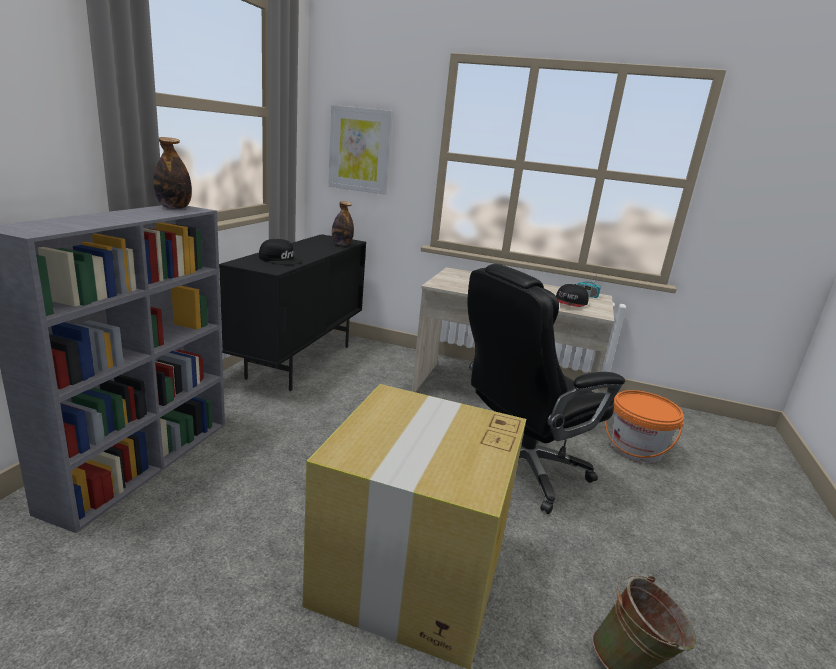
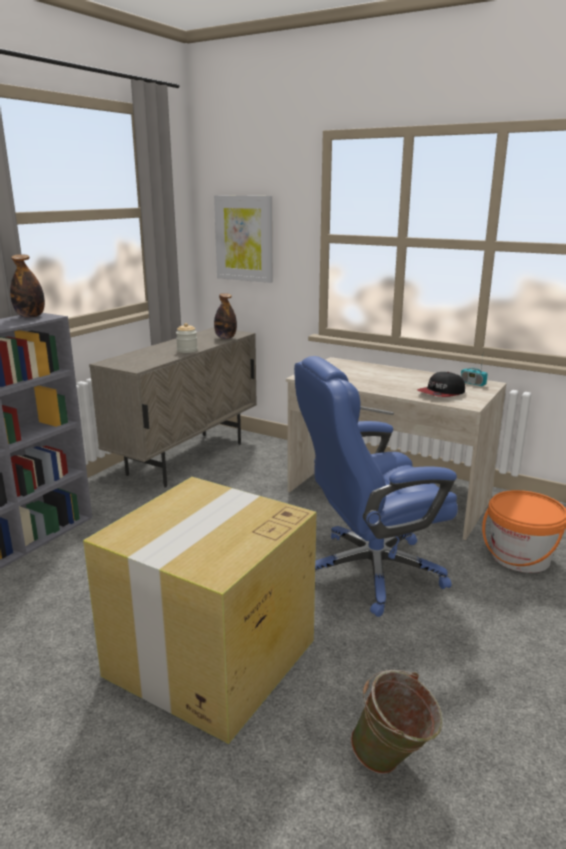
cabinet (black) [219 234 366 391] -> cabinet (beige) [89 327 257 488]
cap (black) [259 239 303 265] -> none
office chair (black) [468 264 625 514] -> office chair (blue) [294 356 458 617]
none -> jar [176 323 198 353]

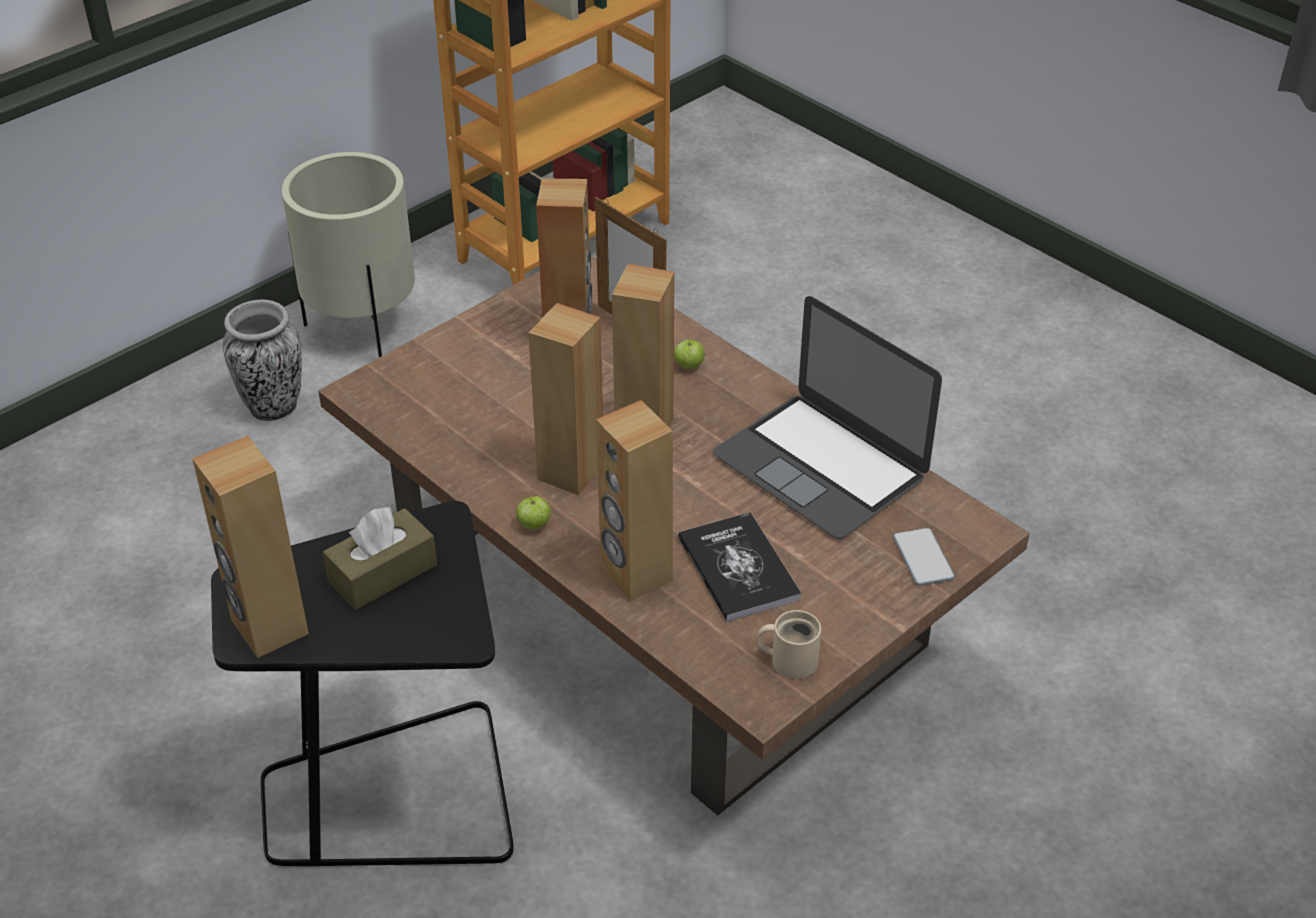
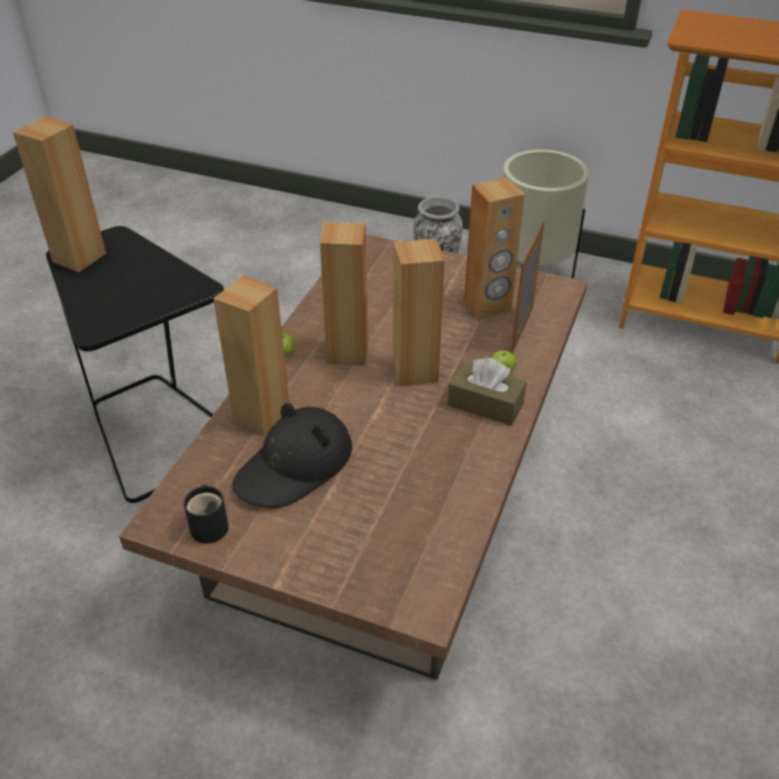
laptop [713 296 942 539] -> none
tissue box (brown) [323 506 437 610] -> tissue box (brown) [448 358 527 426], shifted
book [678 512 801 622] -> hat (black) [233 403 352 508]
phone [893 528 955 586] -> none
mug (beige) [757 610 821 679] -> mug (black) [184 485 229 544]

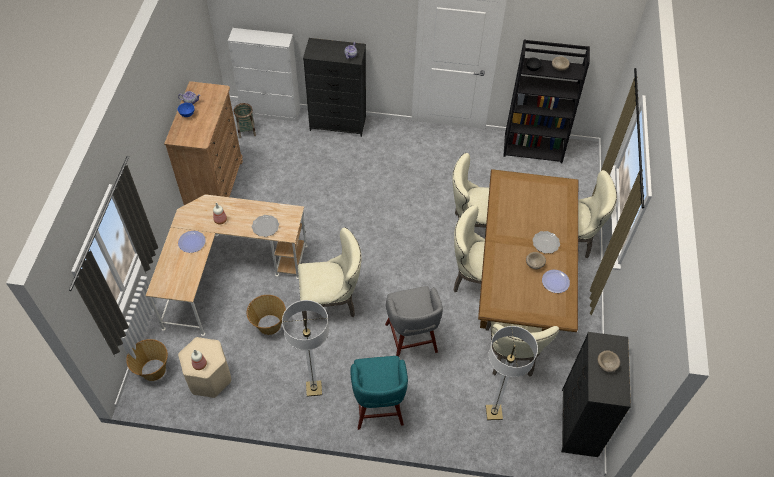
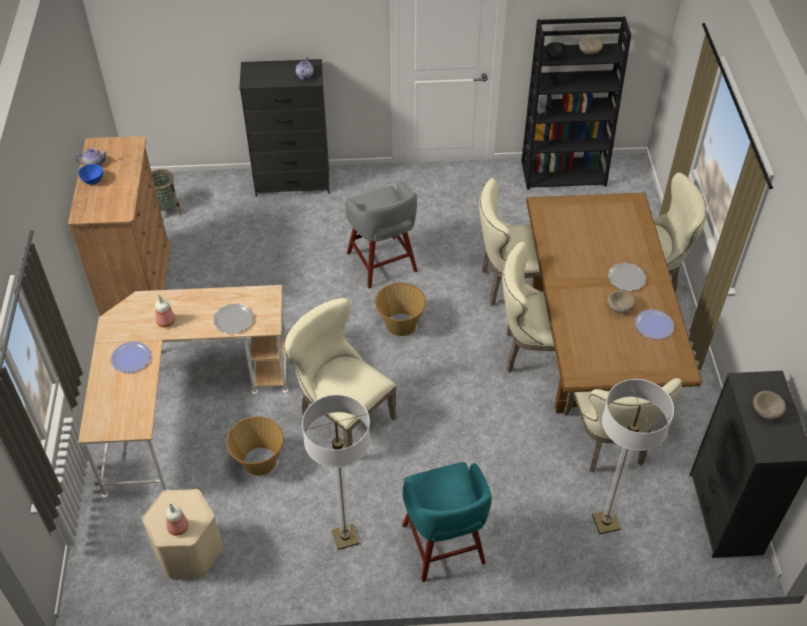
cabinet (white) [228 28 300 122] -> none
chair (beige) [298 228 362 326] -> chair (beige) [283 298 396 448], 120 degrees counterclockwise
stool (grey) [385 286 443 356] -> stool (grey) [345 181 418 288], shifted
basket [126 339 168 381] -> basket [375 283 426 336], shifted

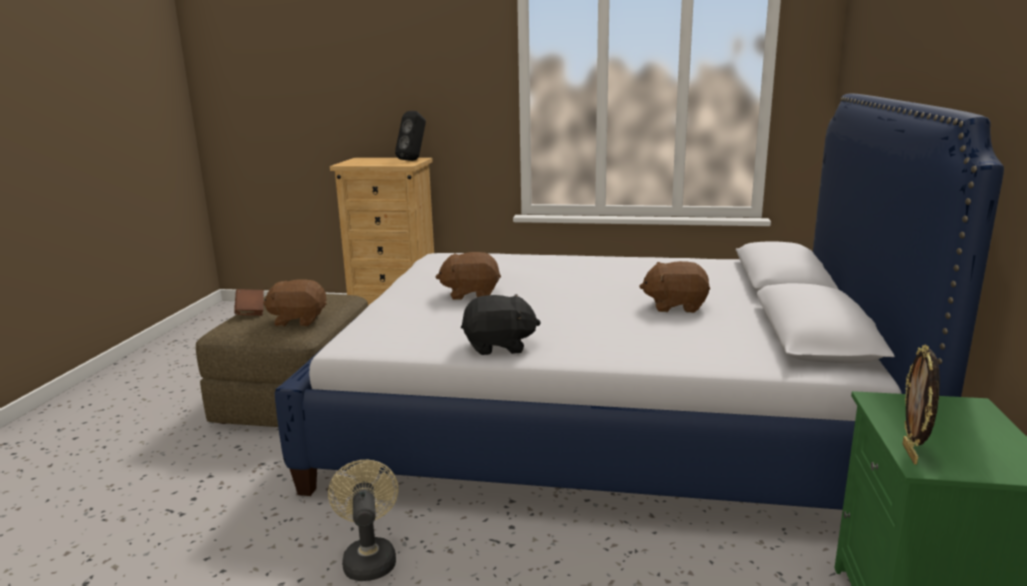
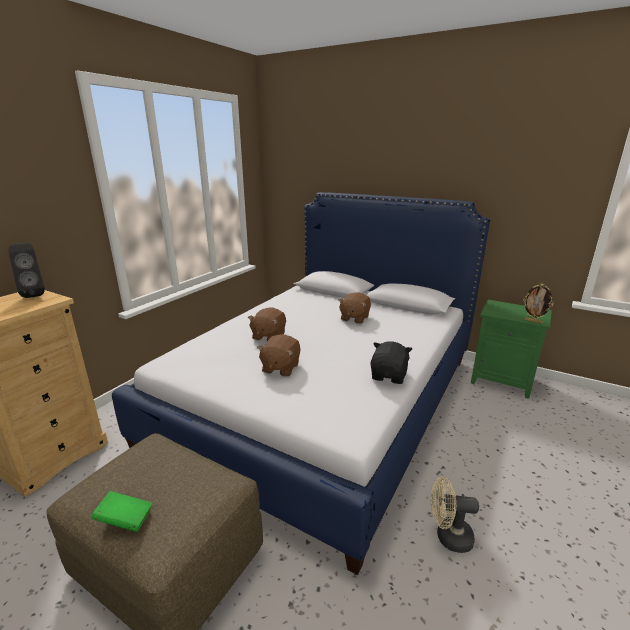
plush toy (brown) [263 279 326 326] -> plush toy (brown) [248 307 286 341], shifted
book (brown) [234 289 264 316] -> book (green) [91 491 152 532]

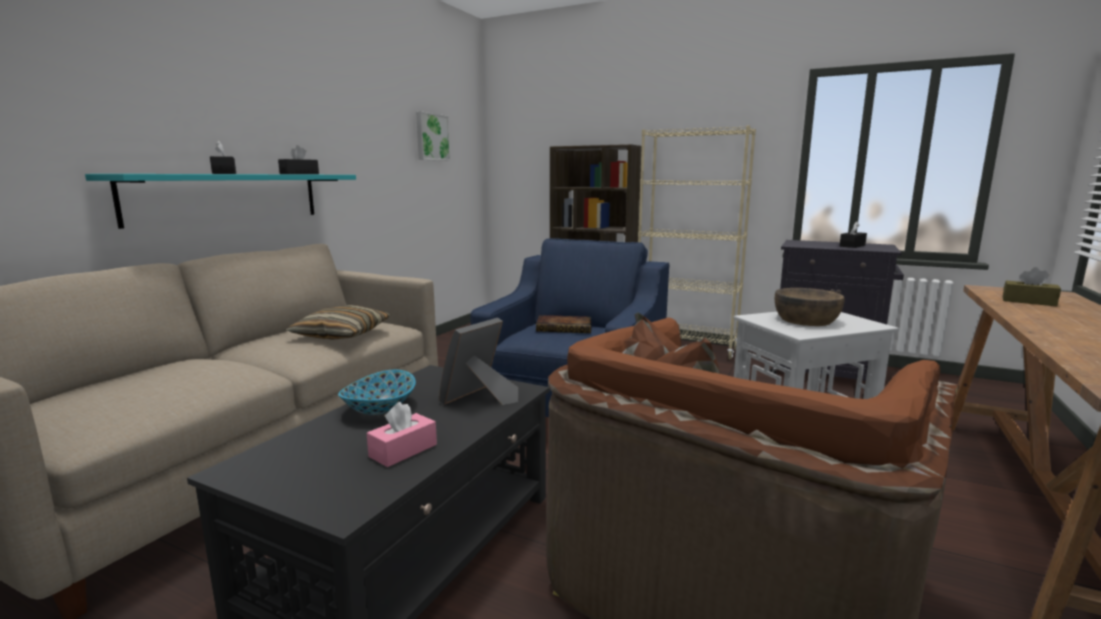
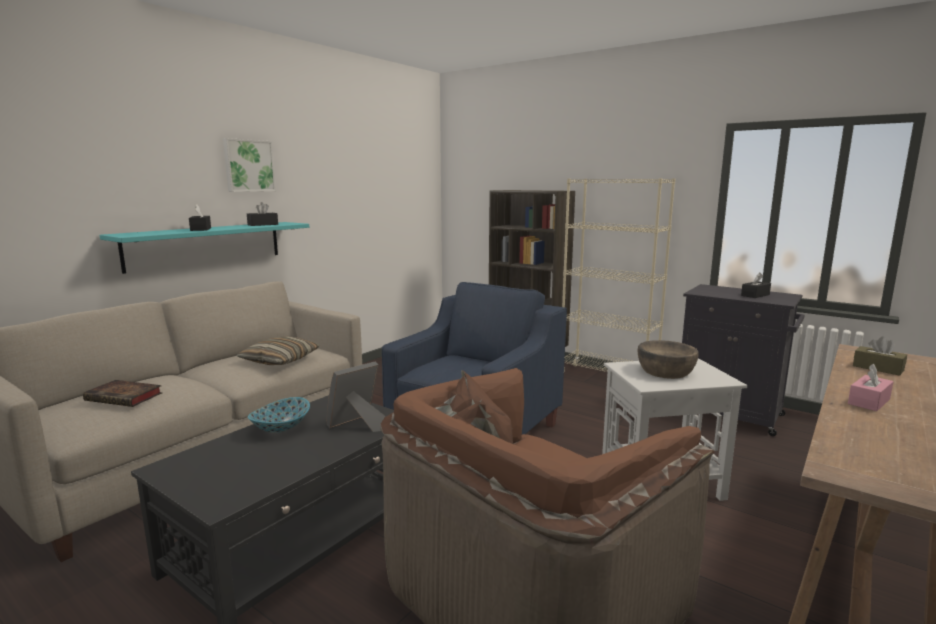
picture [416 111 451 161] -> picture [223 138 276 192], shifted
book [536 315 591 333] -> book [83 380 162 407], shifted
tissue box (pink) [367 402 437 467] -> tissue box (pink) [848 364 894 411], shifted

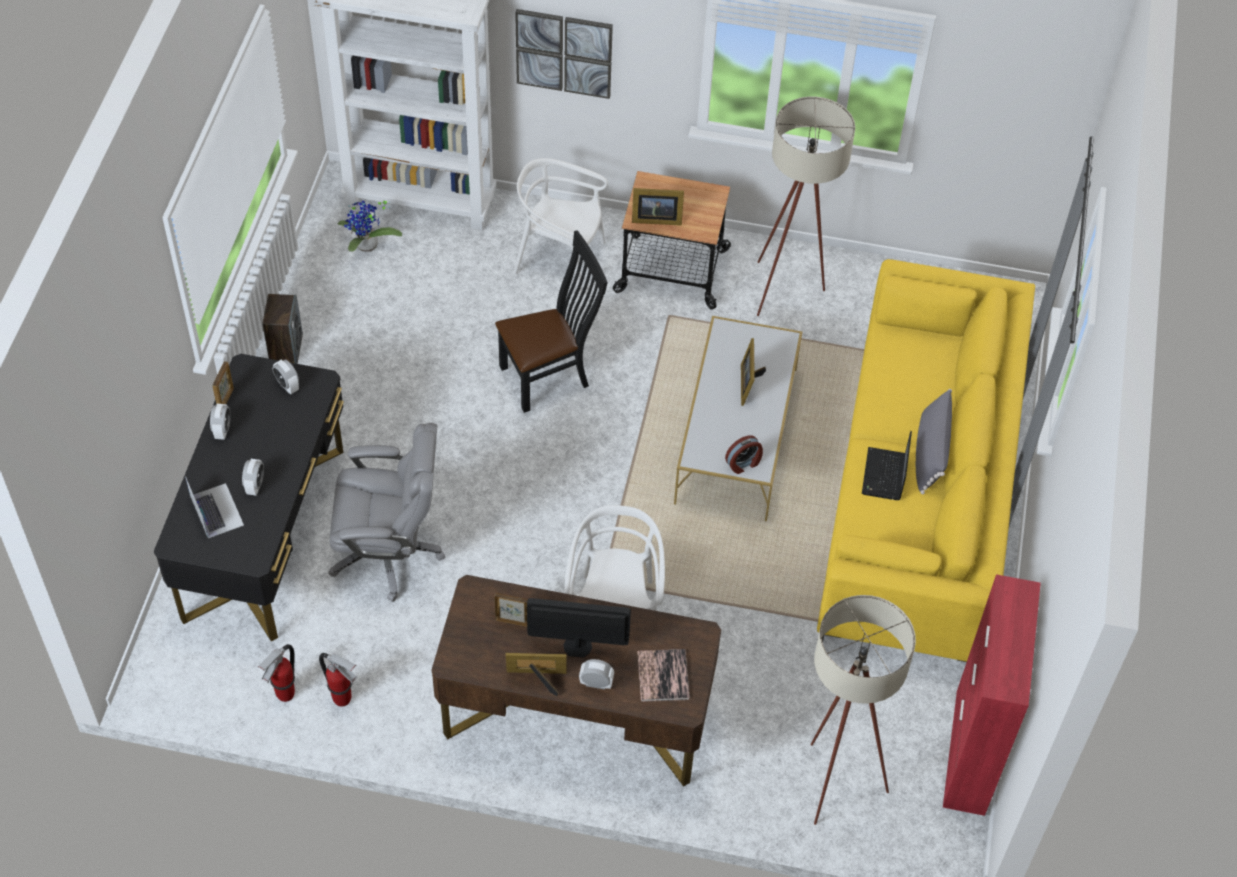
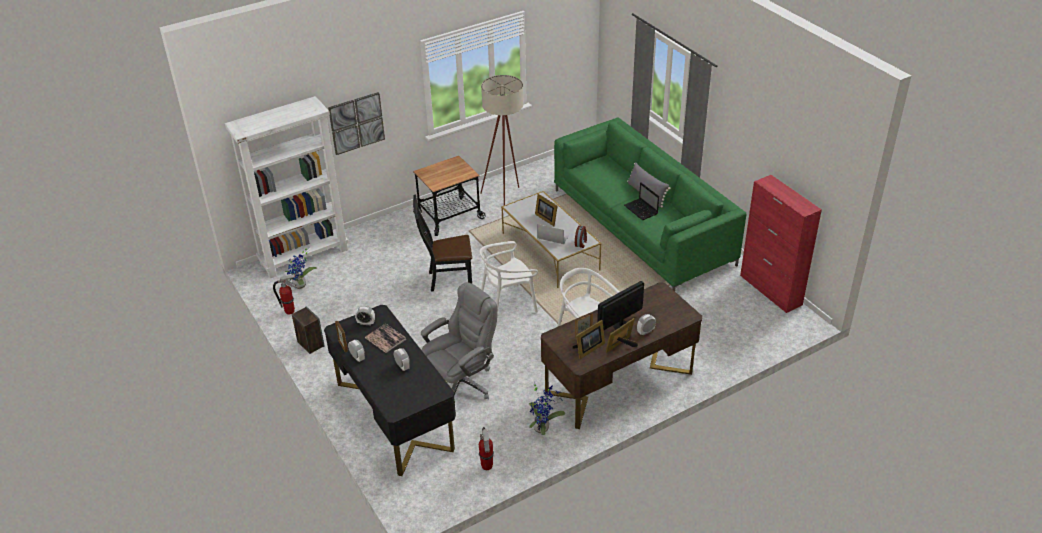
chair (white) [513 158 608 297] -> chair (white) [479 241 538 313], shifted
picture frame [632 188 684 226] -> picture frame [572 320 605 359], shifted
chair (black) [495 230 608 413] -> chair (black) [413 195 472 292], 120 degrees counterclockwise
sofa (yellow) [817 259 1035 662] -> sofa (green) [554 117 746 291]
laptop [185 476 244 538] -> laptop [537 224 570 244], shifted
floor lamp (beige) [810 595 916 825] -> none
book [637 649 690 702] -> book [365 323 406 353], shifted
fire extinguisher [319 653 357 707] -> fire extinguisher [273 274 297 315], shifted
none -> potted plant [529 383 565 435]

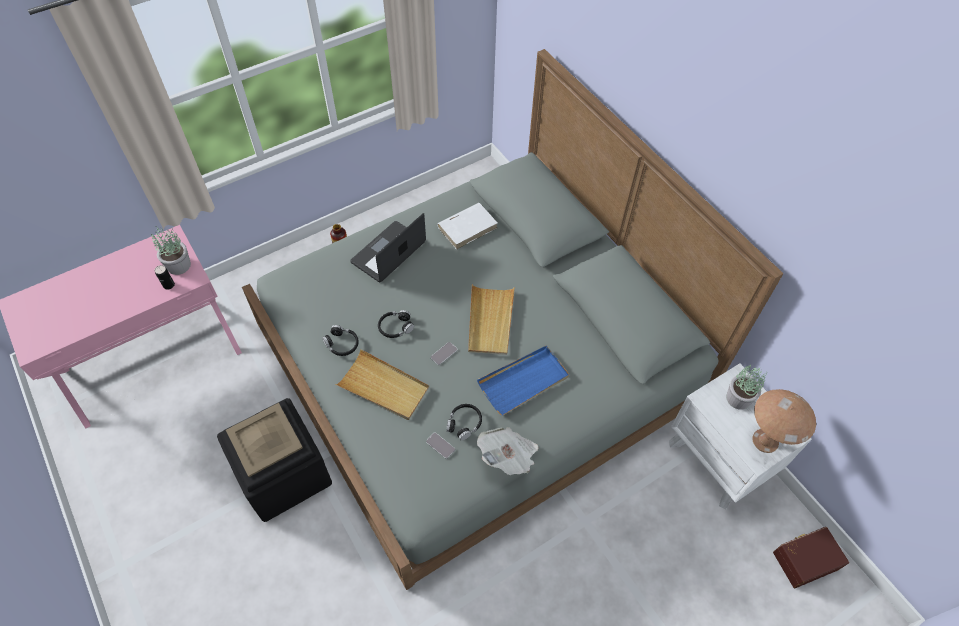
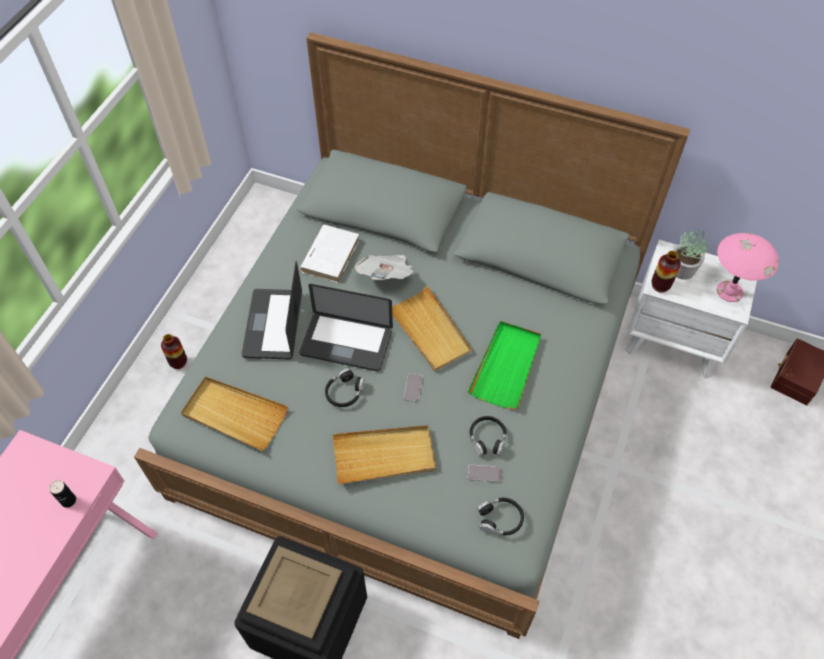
potted plant [151 227 191 275] -> none
headphones (black) [322 325 359 356] -> headphones (black) [477 498 524 535], shifted
tray (blue) [477 346 569 416] -> tray (green) [468 321 541 409]
table lamp (brown) [752 389 816 453] -> table lamp (pink) [716 233 779 302]
newspaper [477 427 538 475] -> newspaper [354 255 414 280], shifted
none -> vase [651 251 681 293]
none -> laptop [299 284 393 371]
none -> tray (beige) [181 376 288 451]

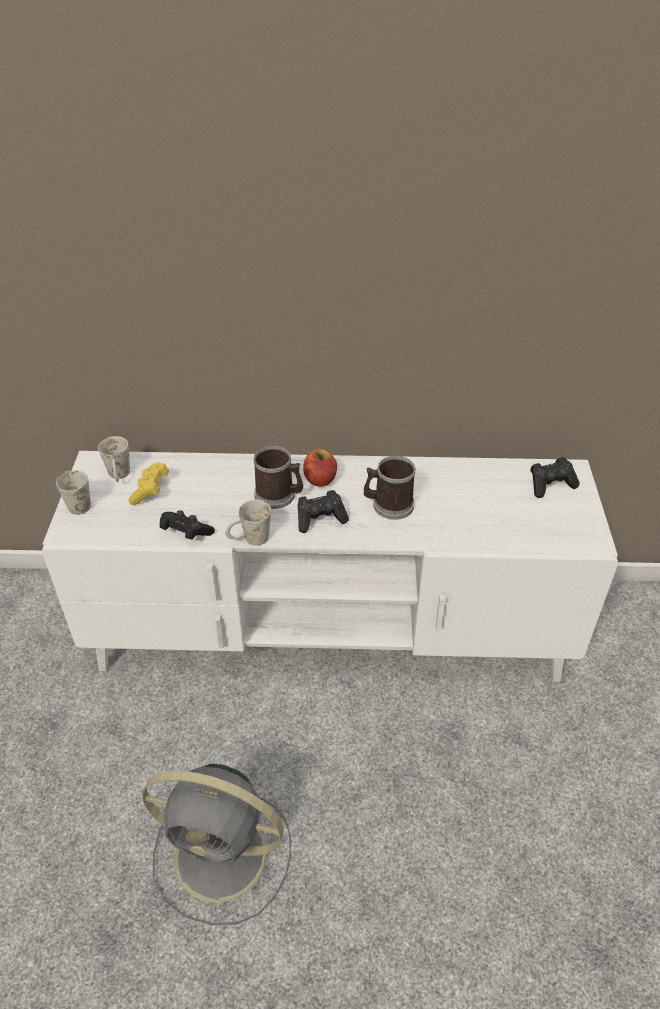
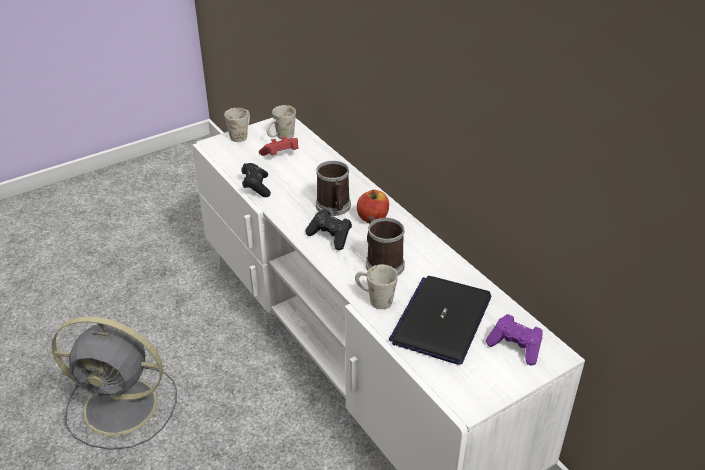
game controller (black) [530 457 580 498] -> game controller (purple) [486 314 543 366]
game controller (yellow) [129 462 169 505] -> game controller (red) [259 136 299 156]
mug (white) [225 500 271 546] -> mug (white) [355 265 398 309], shifted
fan (grey) [142 764 291 925] -> fan (grey) [52 316 177 450], 60 degrees counterclockwise
none -> laptop [389 276 491 365]

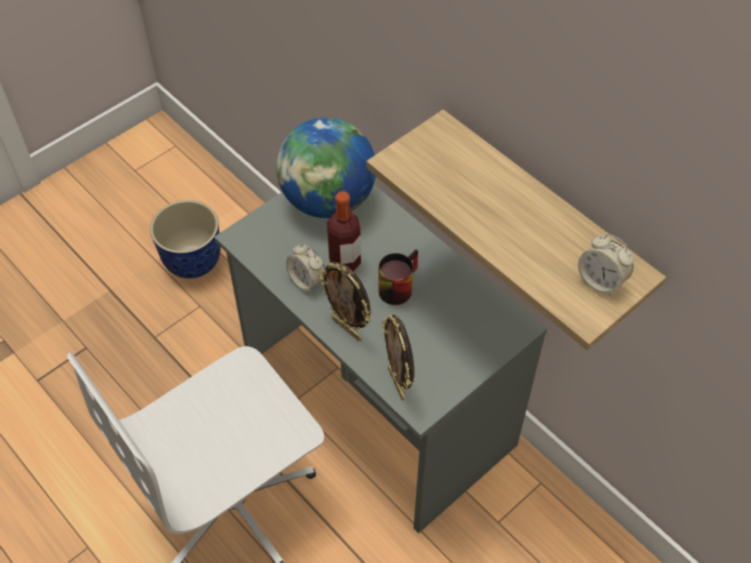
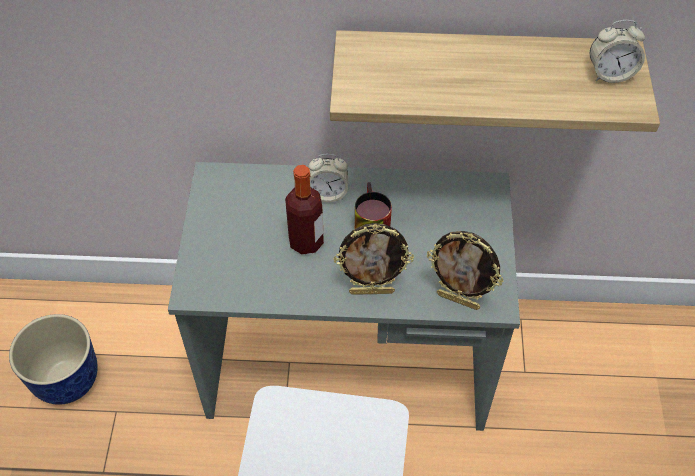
globe [276 117 376 218] -> none
alarm clock [286 243 325 294] -> alarm clock [309 154 348 202], shifted

